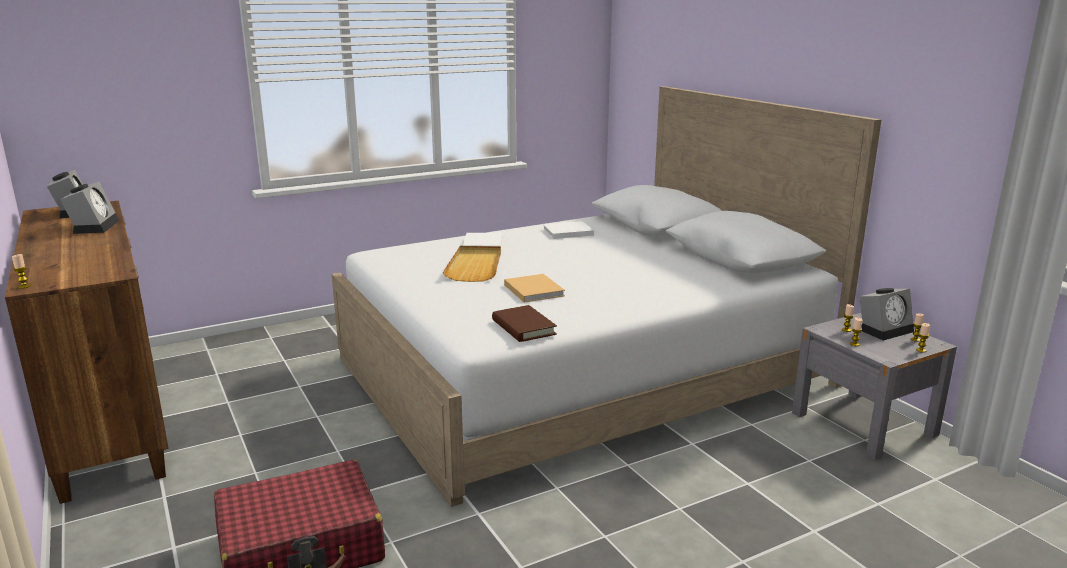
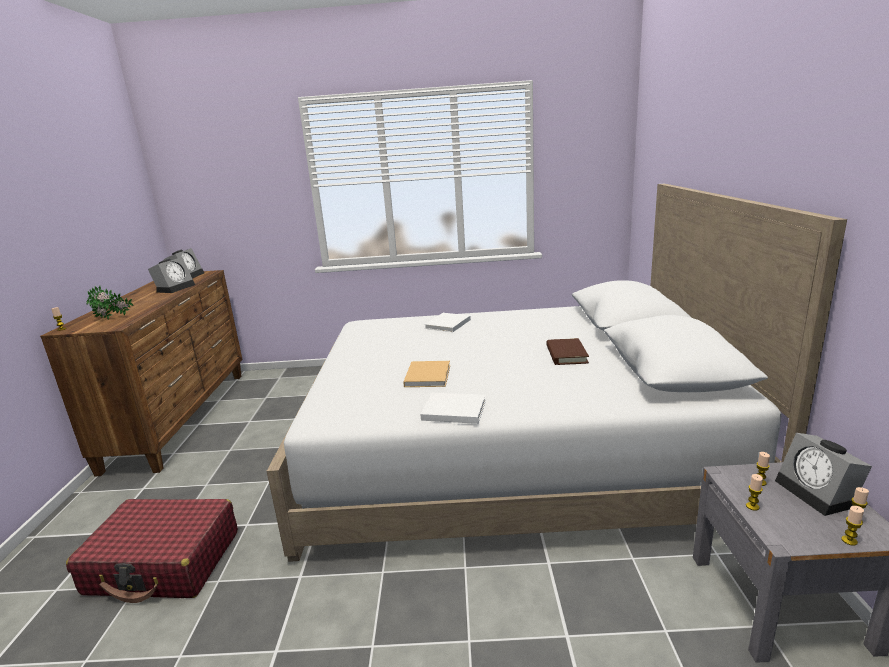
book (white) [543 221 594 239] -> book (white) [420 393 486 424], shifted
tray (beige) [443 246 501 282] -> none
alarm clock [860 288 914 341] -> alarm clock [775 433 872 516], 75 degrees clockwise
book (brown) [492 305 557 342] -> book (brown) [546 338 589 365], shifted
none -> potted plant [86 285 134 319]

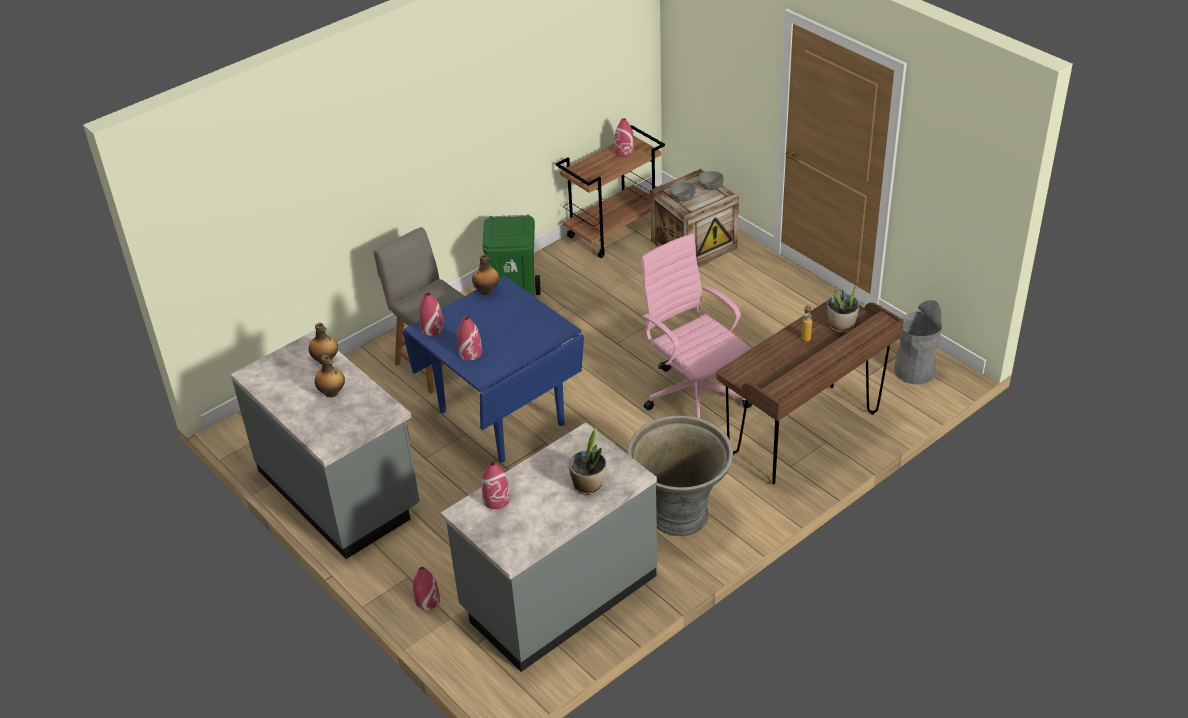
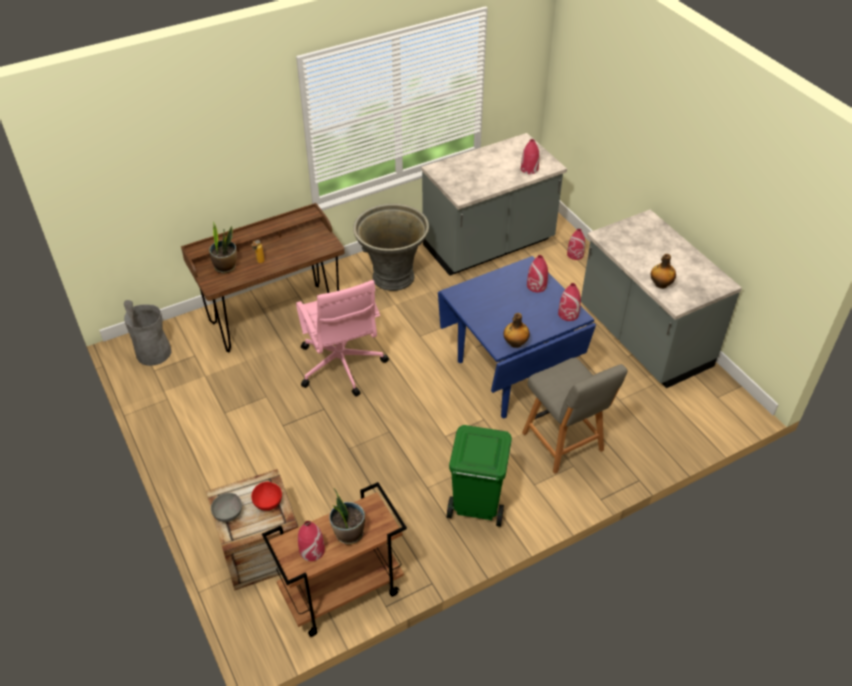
bowl (grey) [670 182 696 201] -> bowl (red) [251 482 282 511]
bottle [315 355 345 398] -> none
potted plant [569 428 606 495] -> potted plant [329 488 365 545], shifted

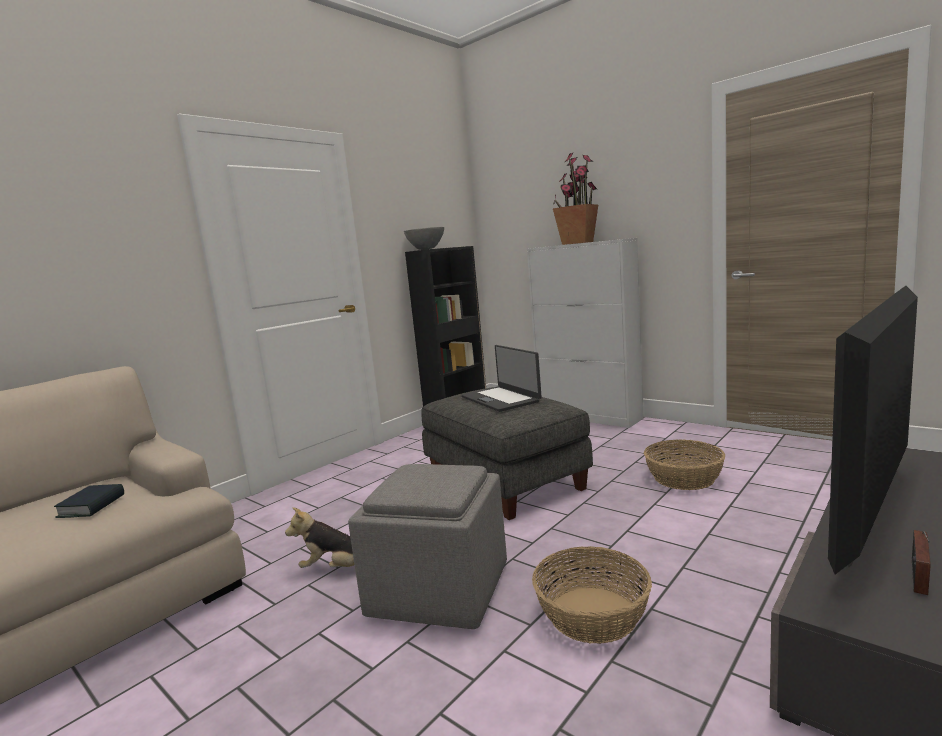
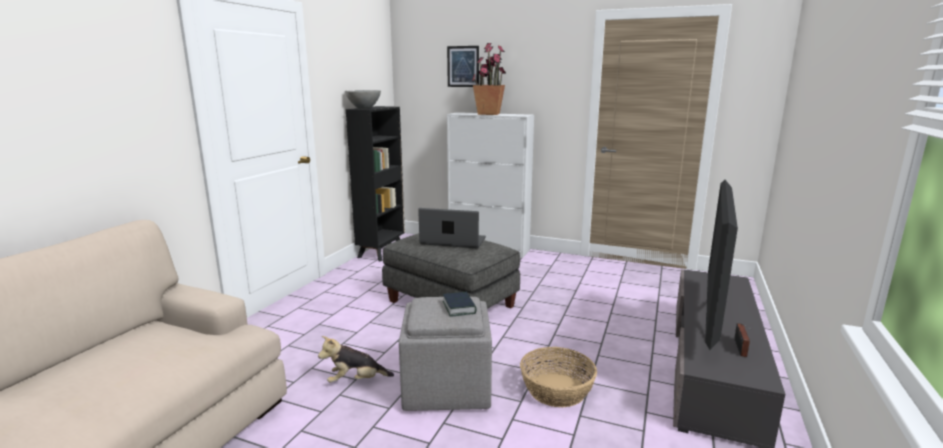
laptop [462 345 542 412] -> laptop [418 208 486 249], 150 degrees clockwise
basket [644 439 726 490] -> none
book [54 484 124 518] -> book [443 292 477 317], shifted
none -> picture [447 46 479 87]

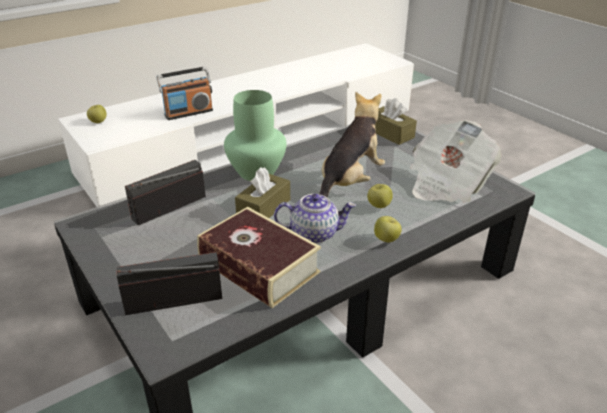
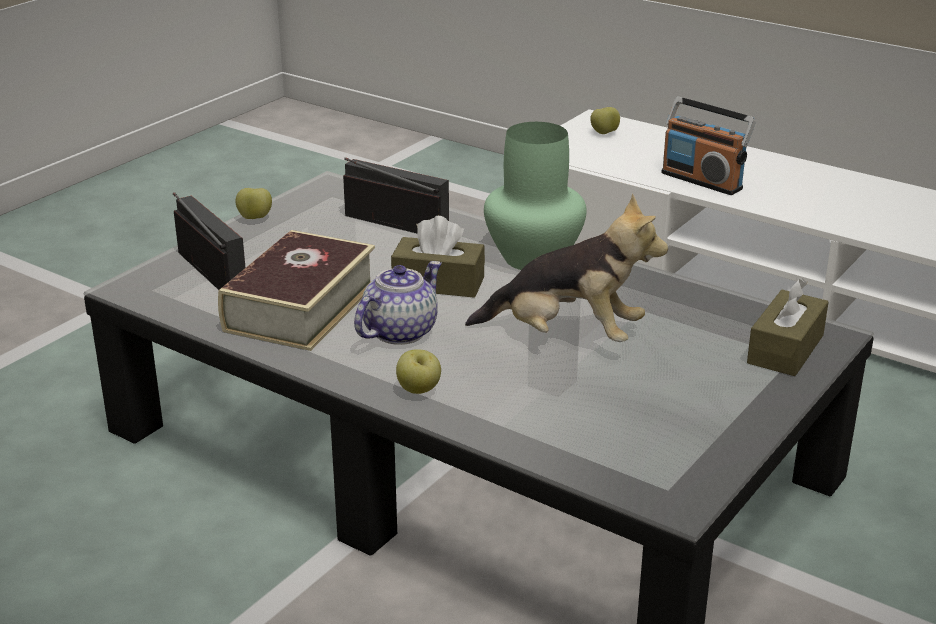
newspaper [410 120 502 203] -> none
apple [367 184 393 208] -> apple [236 188 272 219], shifted
teapot [274 194 356 244] -> teapot [354 261 441 345], 120 degrees counterclockwise

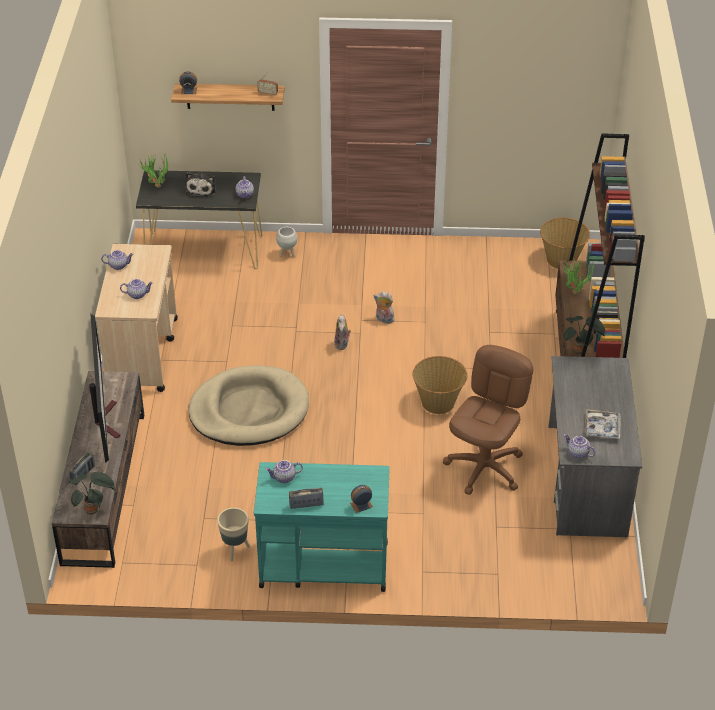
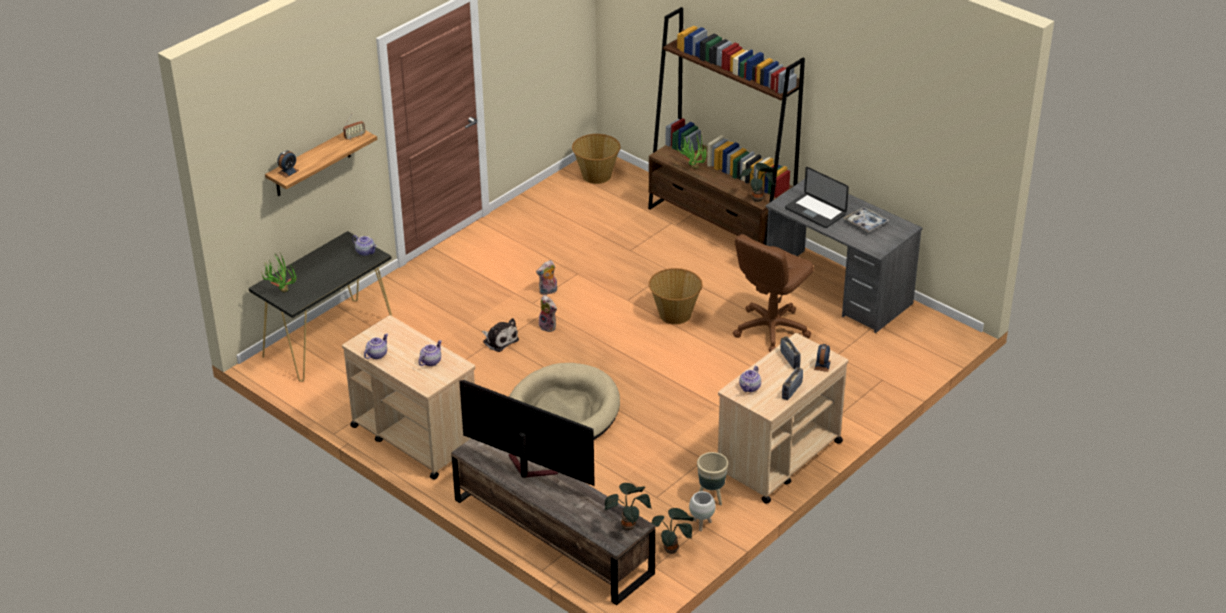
plush toy [185 172 216 197] -> plush toy [482 318 519 352], shifted
planter (white) [276 227 297 257] -> planter (white) [689 491 715 531], shifted
office chair (brown) [443 345 533 495] -> office chair (brown) [733 234 814 352], 120 degrees counterclockwise
teapot [564 434 596 459] -> none
radio [69 452 95 485] -> radio [780 336 801 369], shifted
cart (turquoise) [254 462 390 592] -> cart (beige) [718 333 848 504]
none -> laptop [785 167 849 228]
none -> potted plant [652 508 694 554]

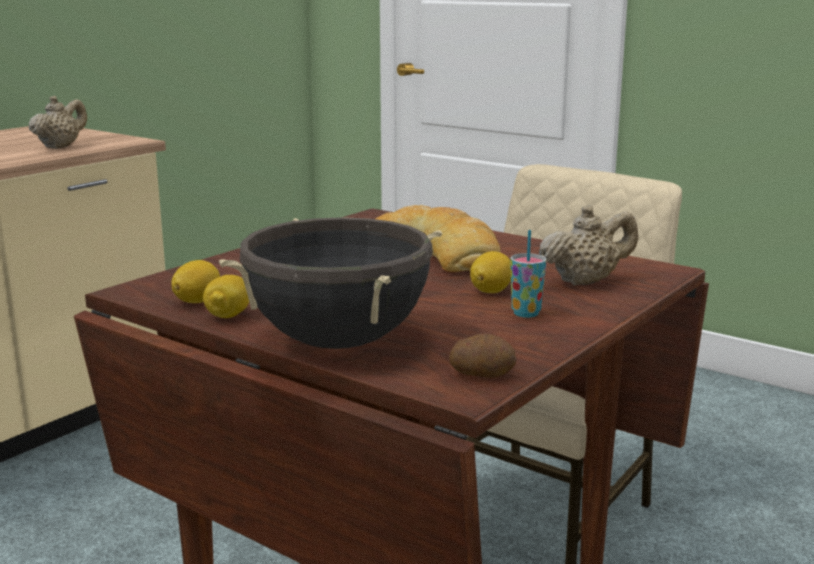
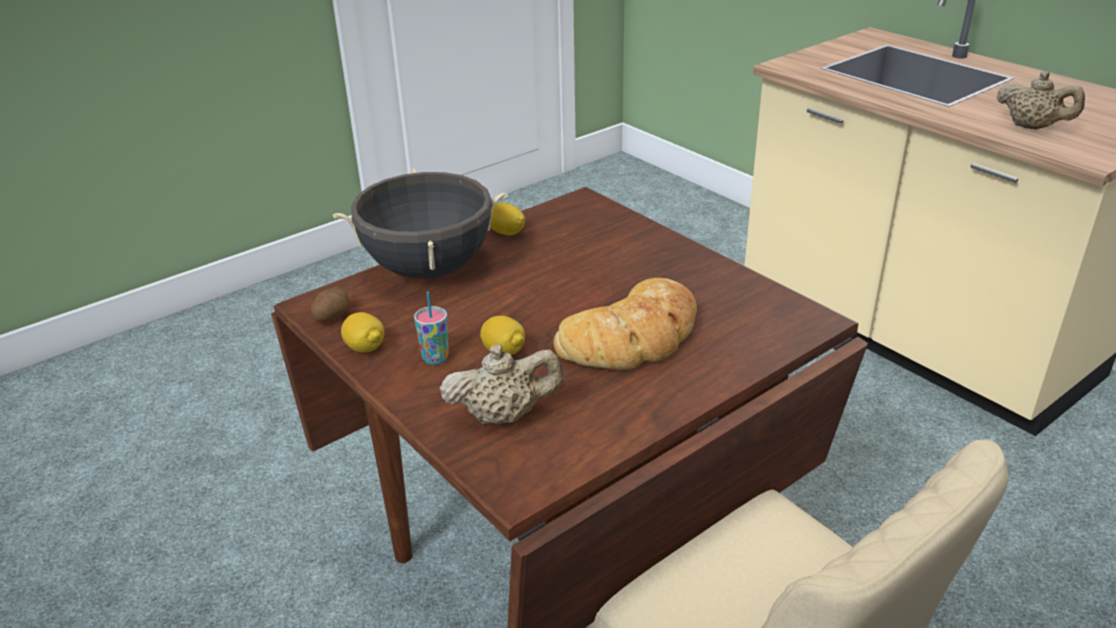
teapot (beige) [539 205 638 286] -> teapot (beige) [439 344 564 424], 90 degrees counterclockwise
lemon [172 260 220 303] -> lemon [341 312 384 352], shifted

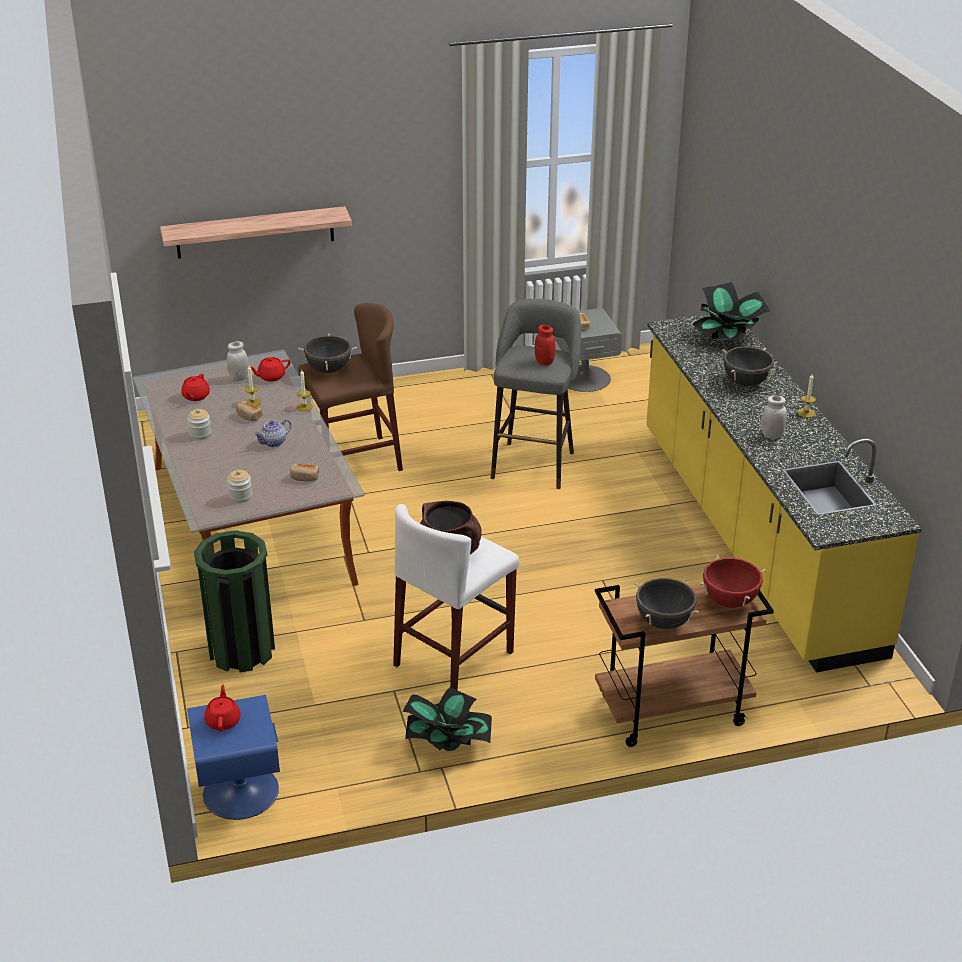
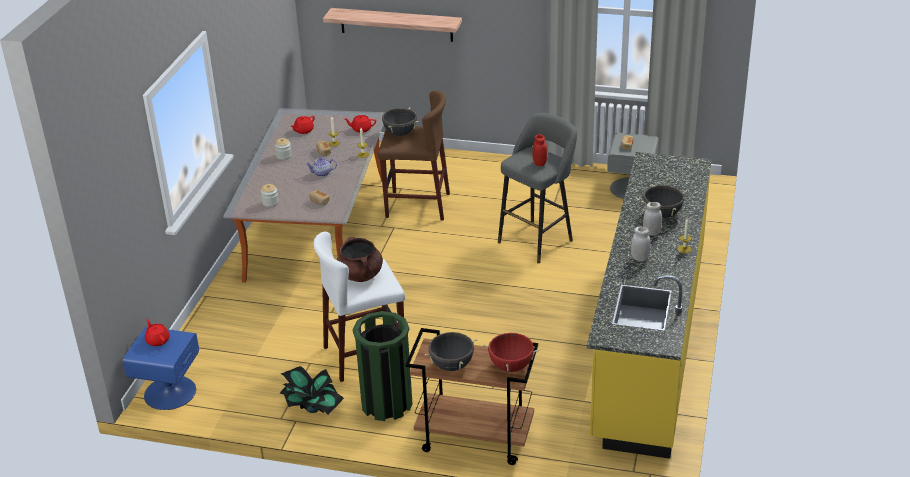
potted plant [692 282 771 342] -> none
jar (white) [227 341 248 381] -> jar (white) [643 202 662 236], shifted
trash can (green) [194 530 275 672] -> trash can (green) [353 311 413 421], shifted
teapot (red) [204 685 241 731] -> teapot (red) [145 319 170 346], 60 degrees counterclockwise

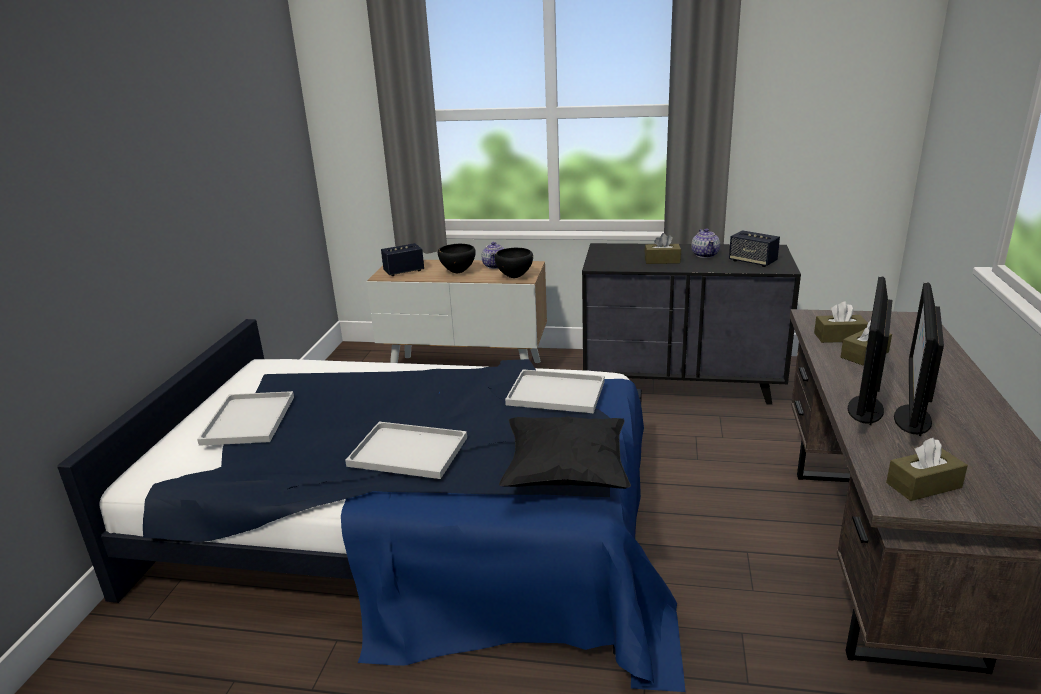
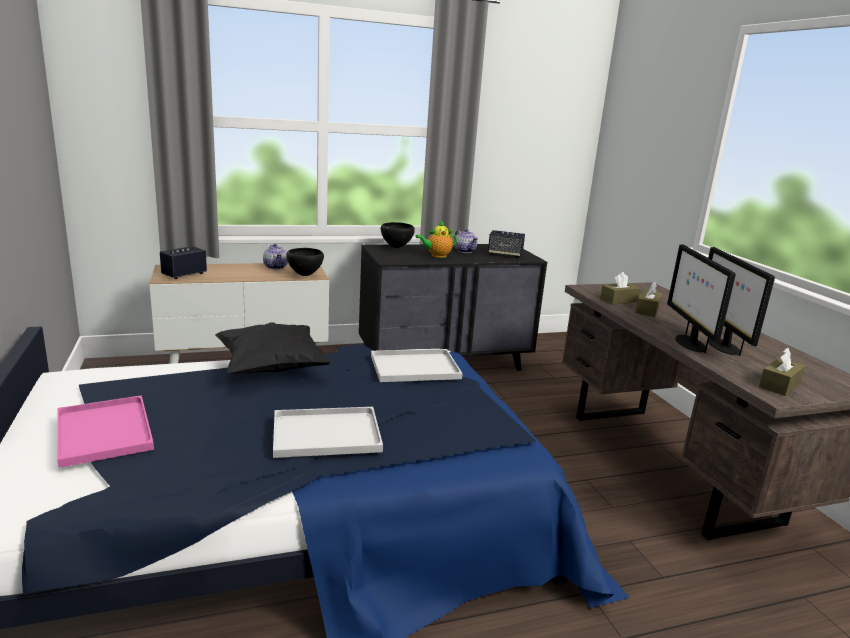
tissue box (brown) [645 233 681 264] -> teapot [416 221 457 258]
bowl (black) [438 244 476 273] -> bowl (black) [381 222 415 248], shifted
tray (white) [197 391 294 446] -> tray (pink) [57 395 154 468]
pillow (black) [499 416 631 489] -> pillow (black) [215 322 333 374], shifted

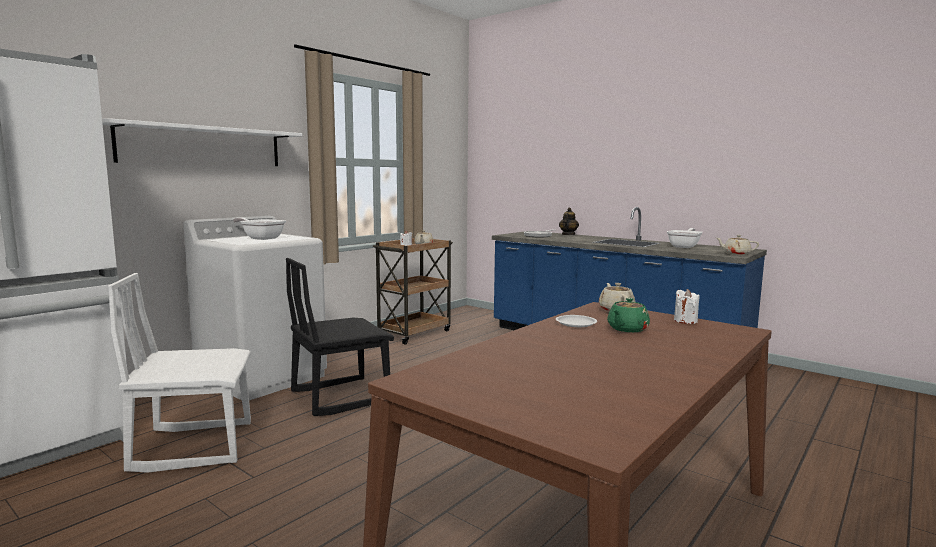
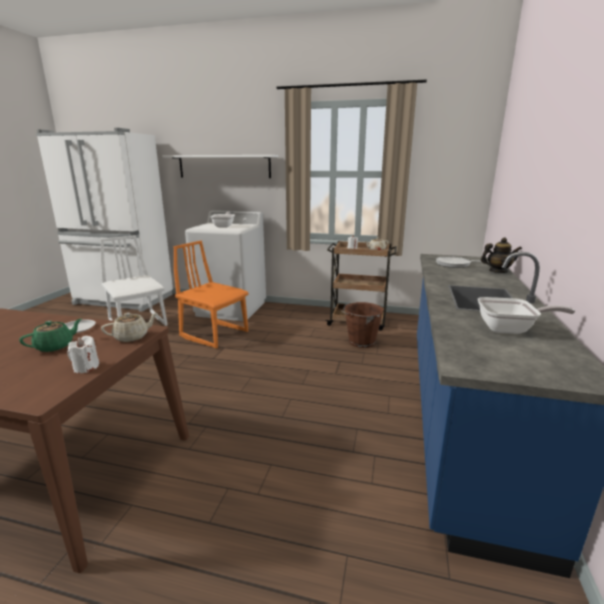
teapot (beige) [716 235 759 255] -> none
chair (black) [286 258 394 416] -> chair (orange) [174 241 249 349]
teapot (green) [607 298 650 332] -> teapot (green) [19 318 82 352], 120 degrees clockwise
none -> bucket (brown) [341 302 383 348]

